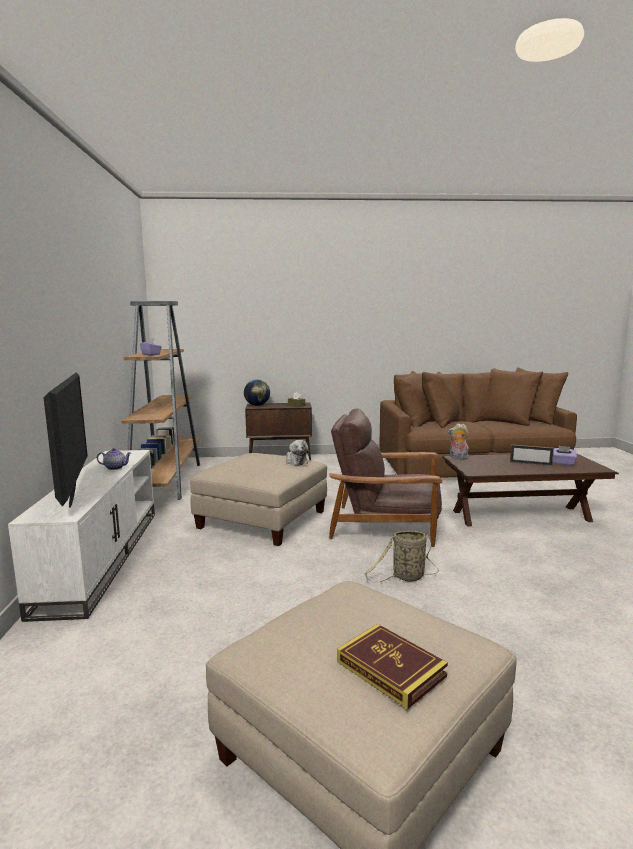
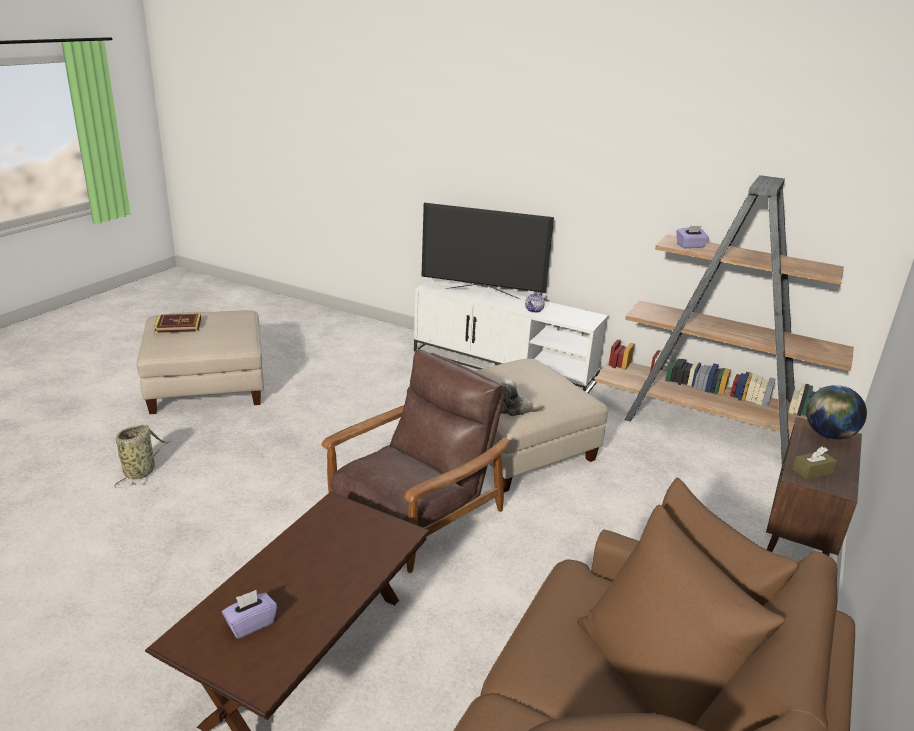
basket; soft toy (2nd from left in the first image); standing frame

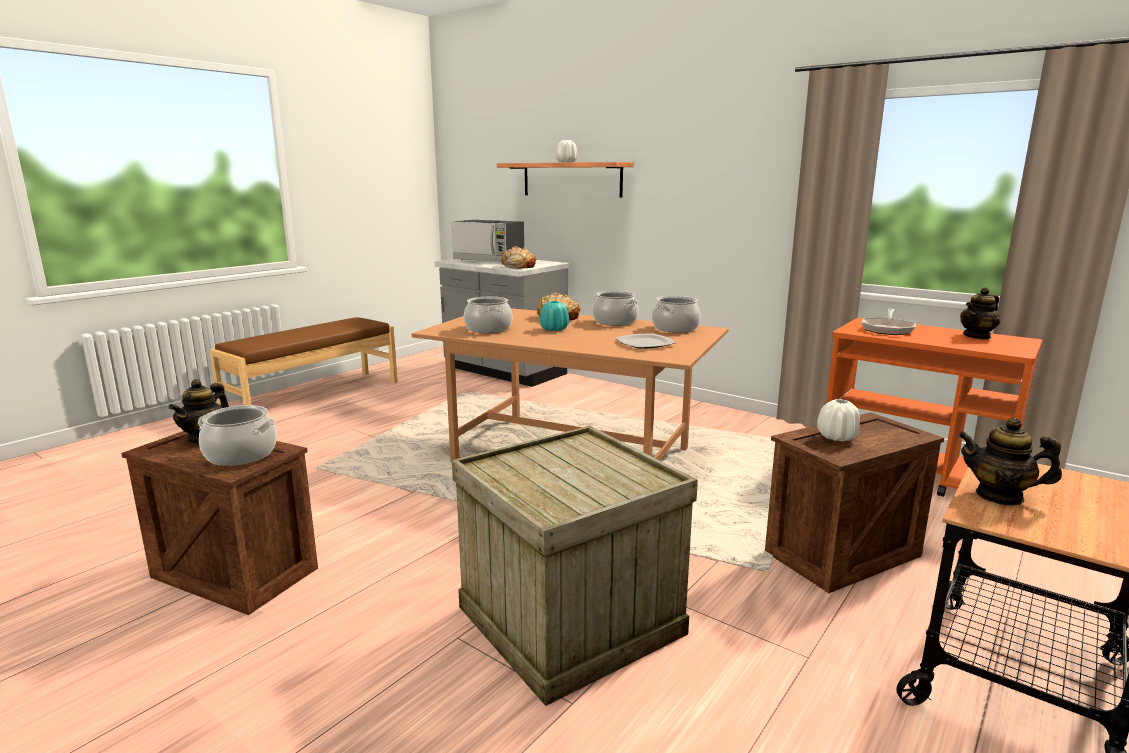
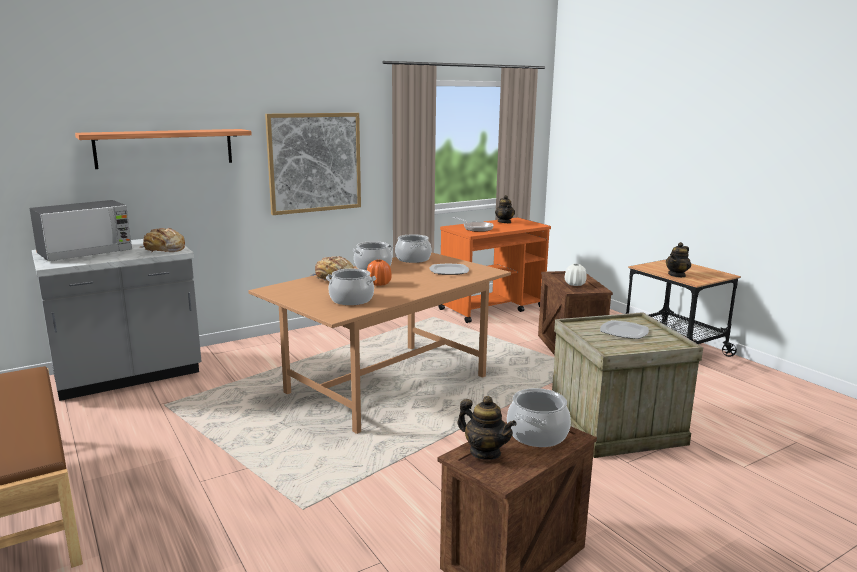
orange-coloured decorative vase; white-coloured decorative vase (1st from left in the first image); picture; plate (2nd from left)

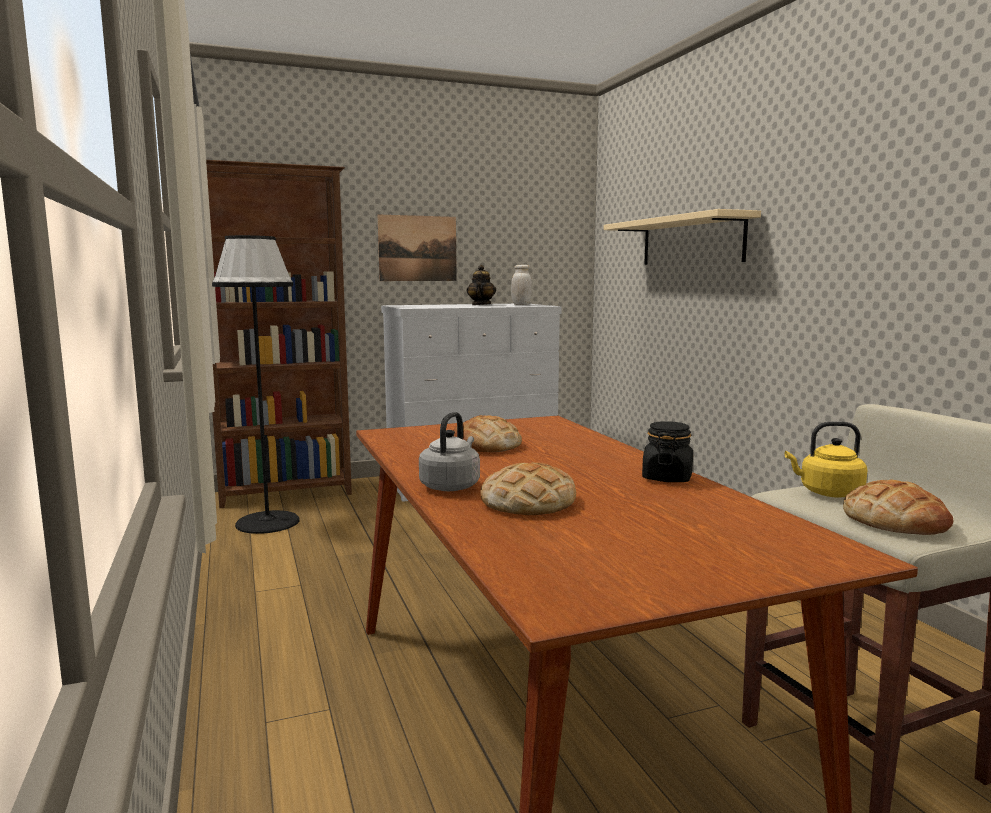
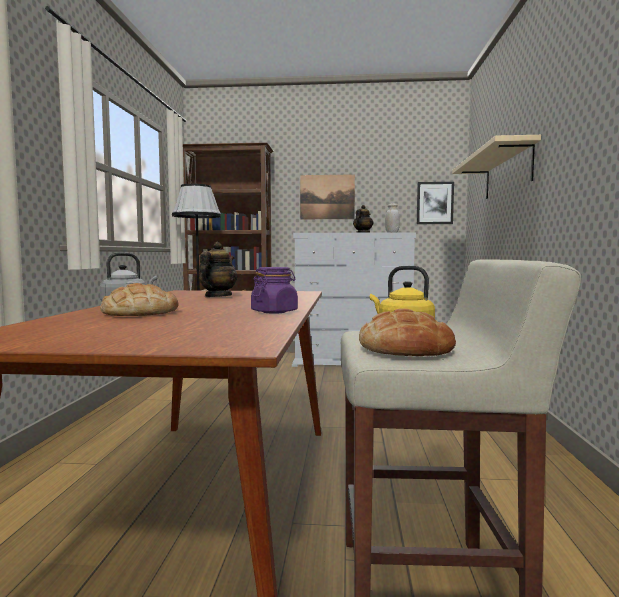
teapot (1st from left); purple-coloured storage jar; picture (2nd from left)

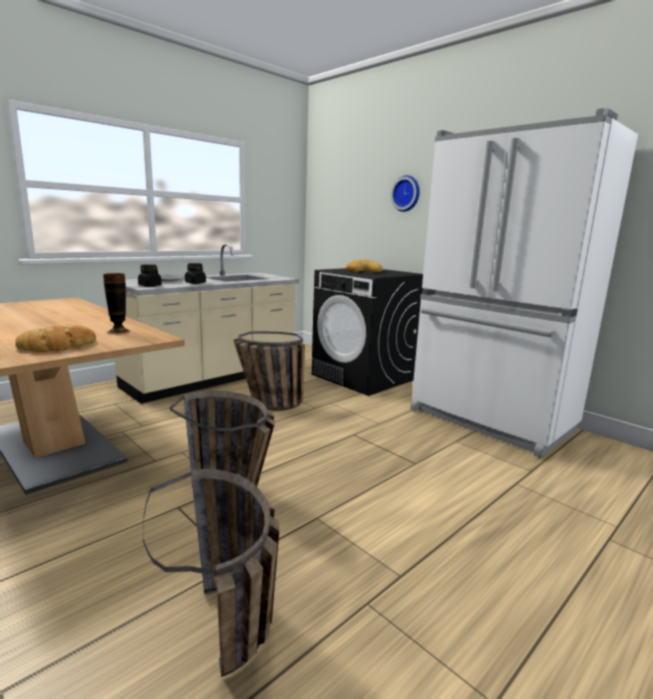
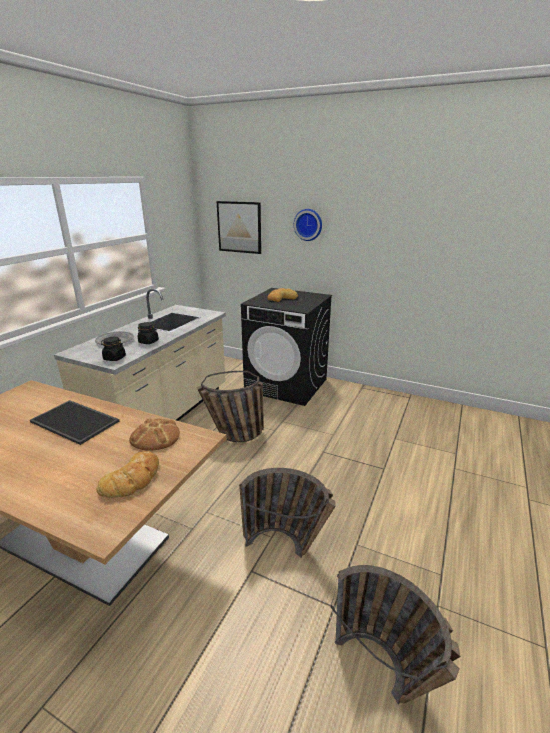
baked bread (2nd from left); white-coloured refrigerator; tray; picture

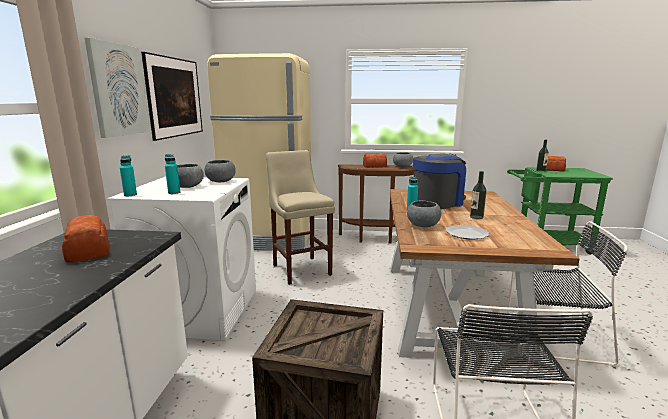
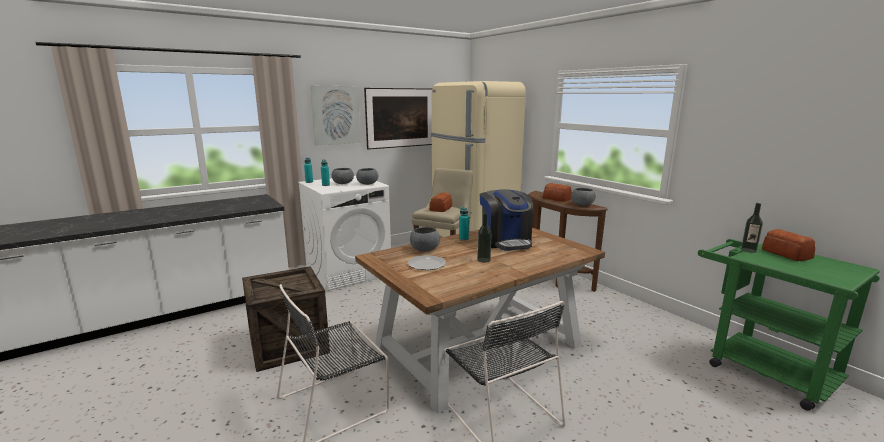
baked bread (1st from left); coffee machine

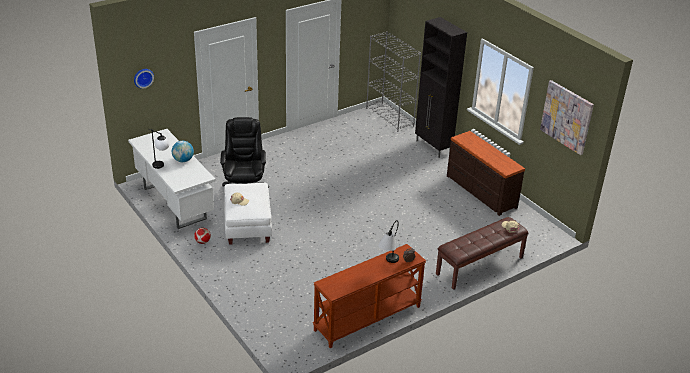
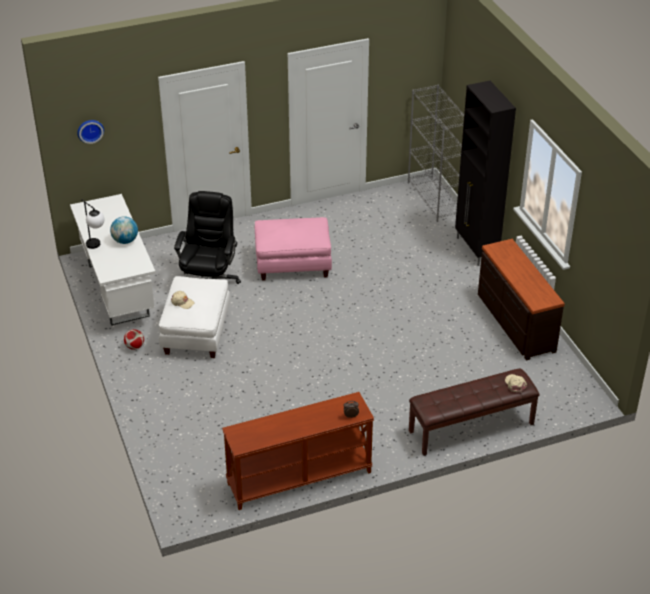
lamp for a table (2nd from left in the first image); picture; pink-coloured pouffe

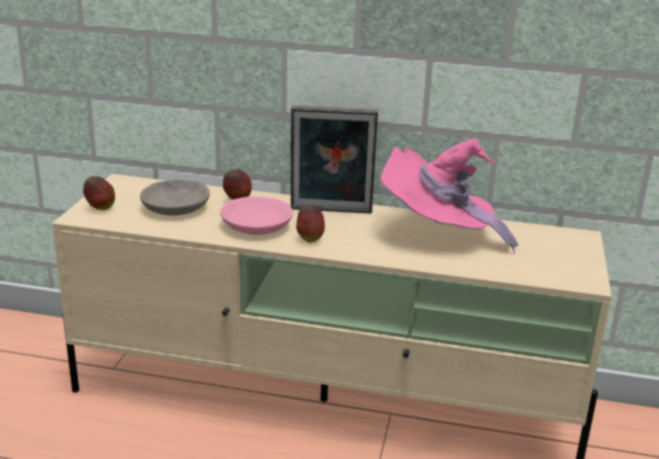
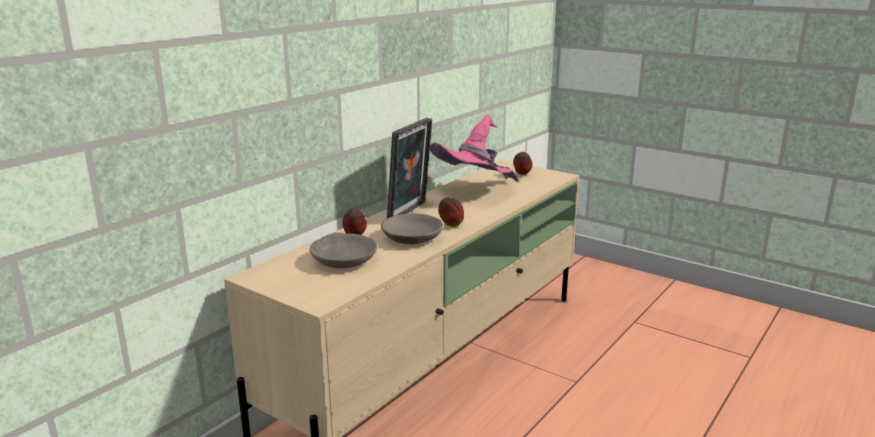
apple (3rd from left); gray deep dish (2nd from left)

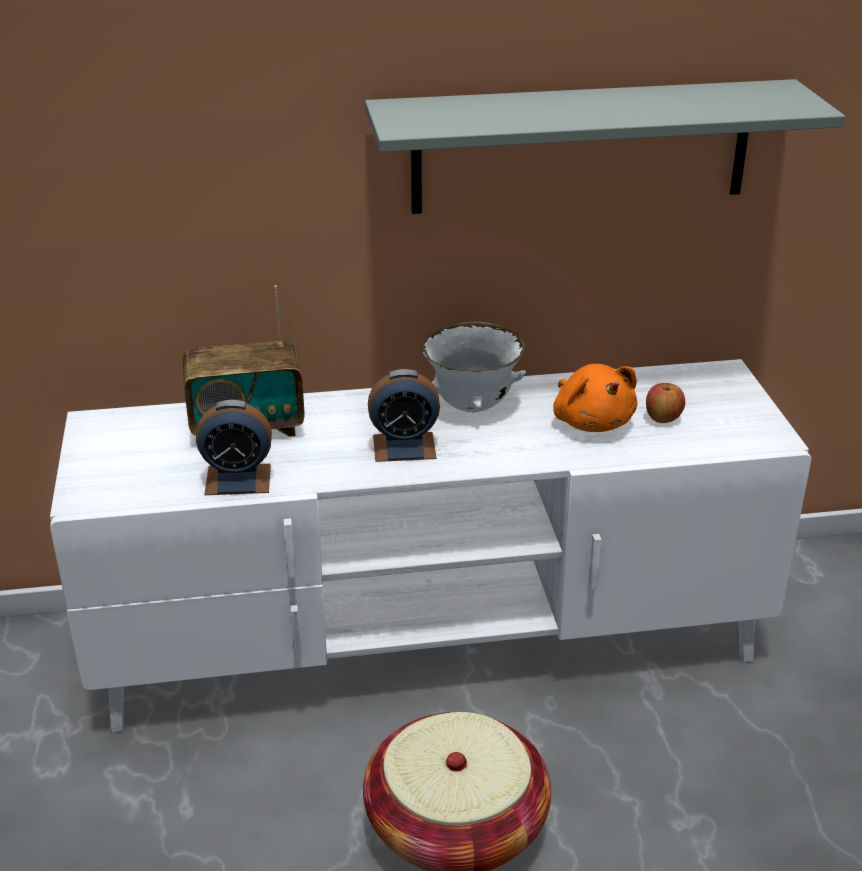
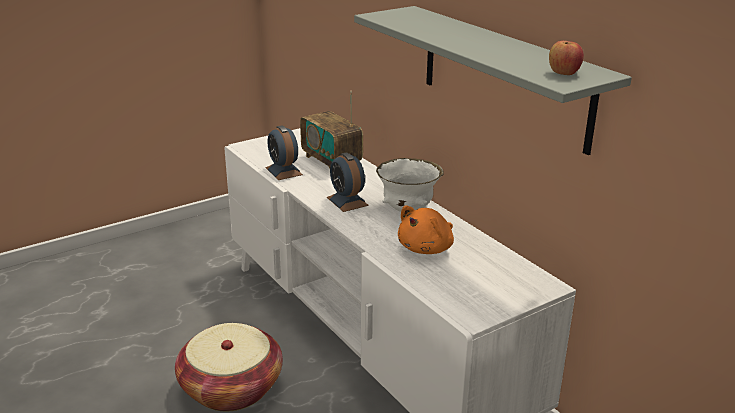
apple

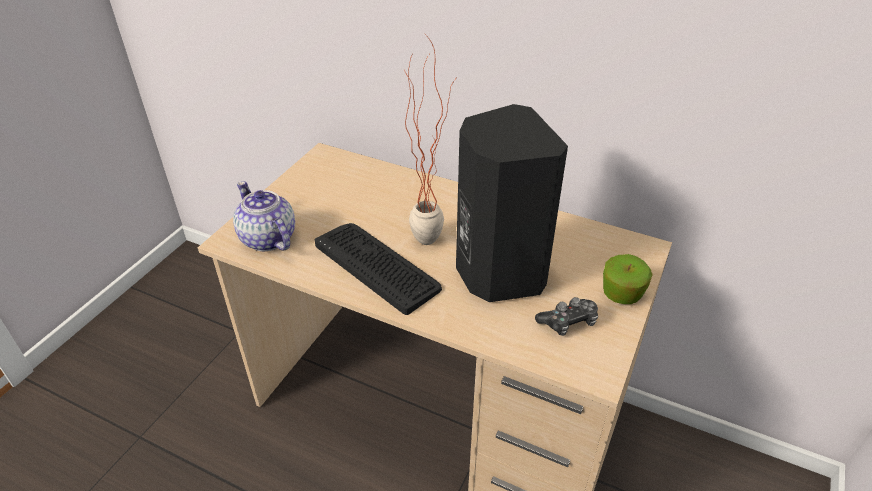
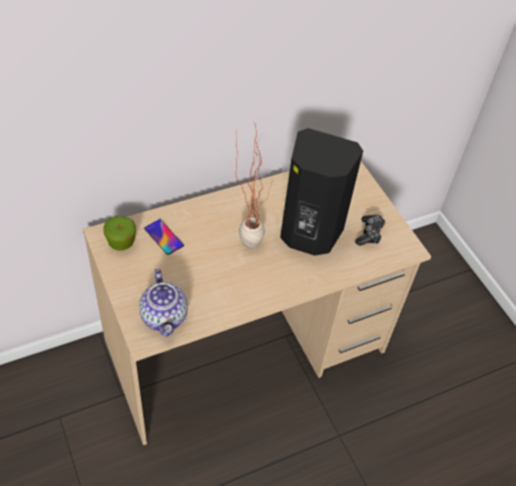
teapot; keyboard; apple; handset

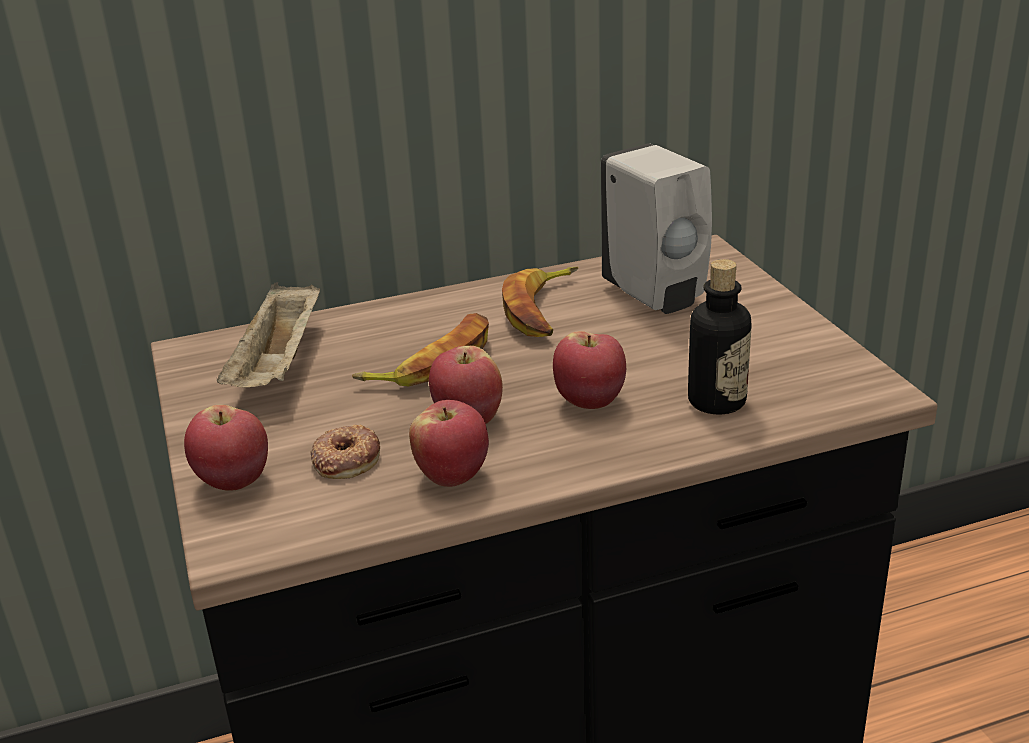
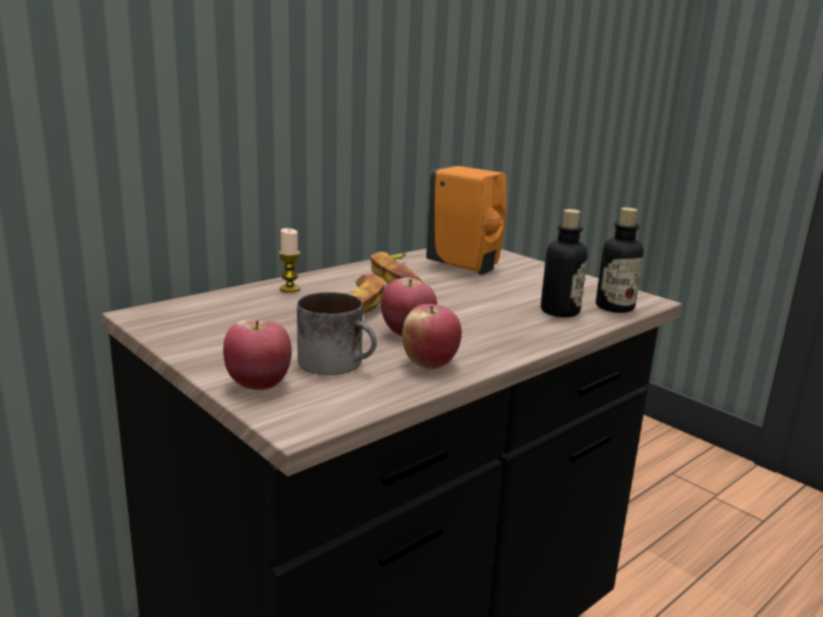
sand-coloured tray; tea mug; apple (4th from left in the first image); orange-coloured liquid soap bottle; wax candle; drink bottle (2nd from left)

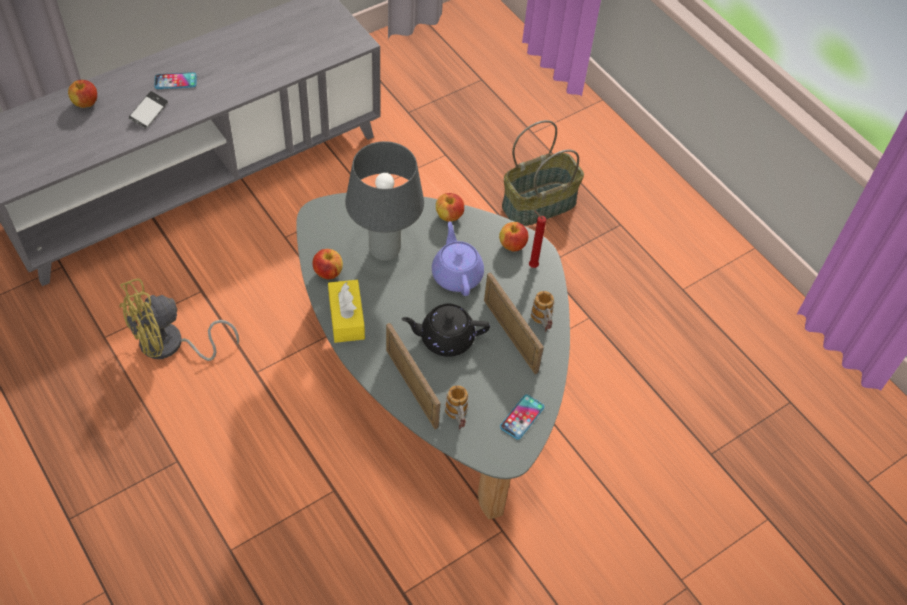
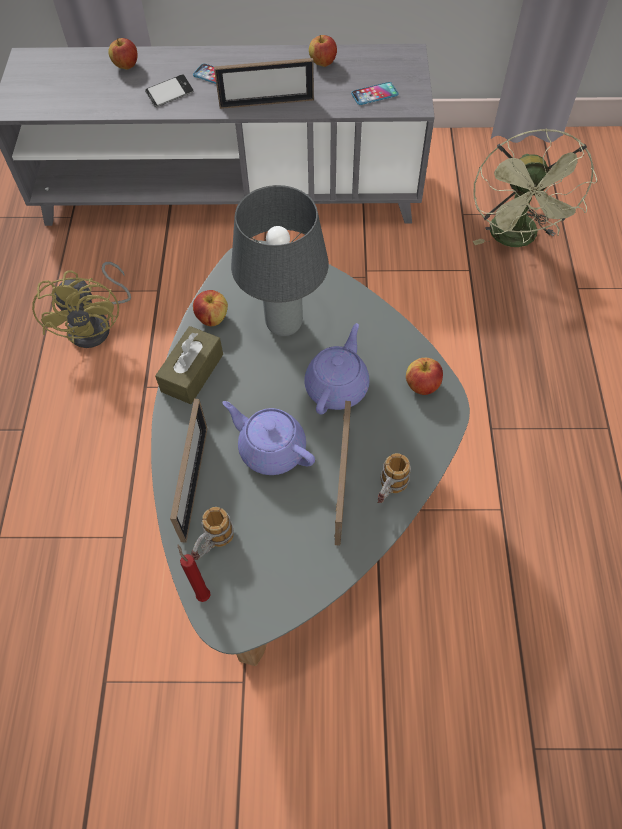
yellow cooling fan; brown tissue holder; purple-coloured teapot (1st from left); apple (3rd from left); handset (3rd from left); basket; reddish wax candle; standing frame (2nd from left); green cooling fan

